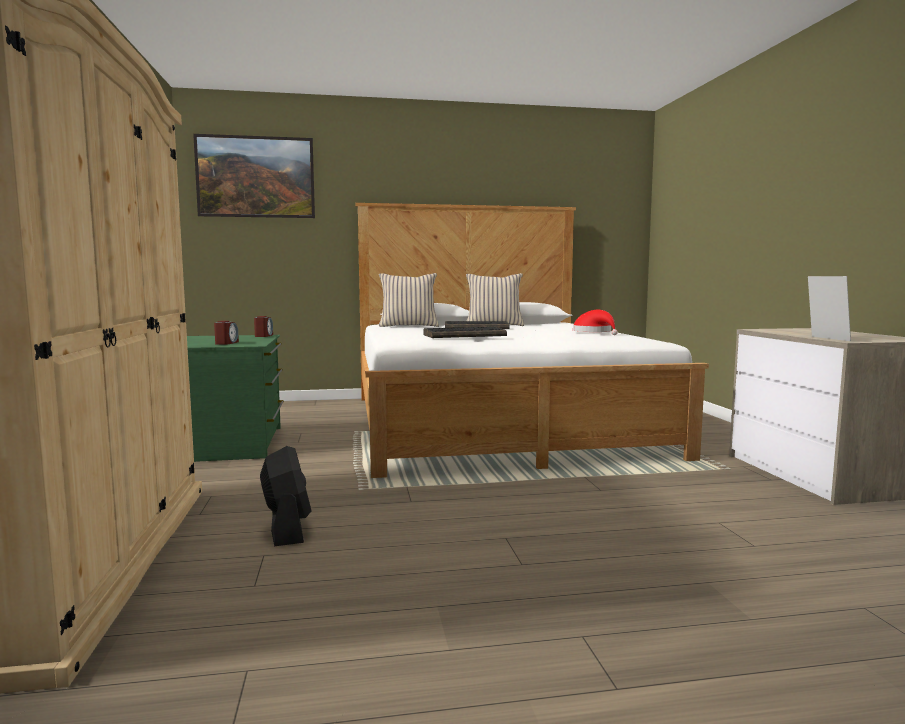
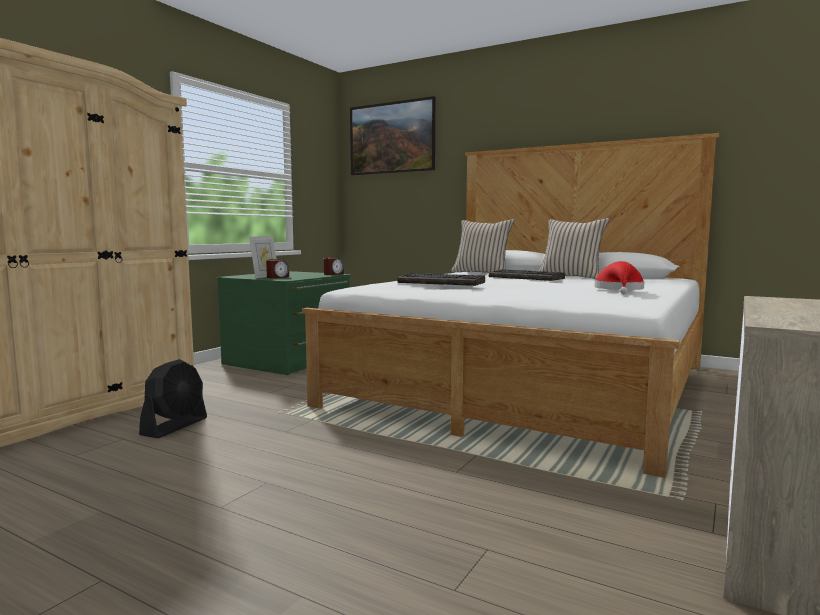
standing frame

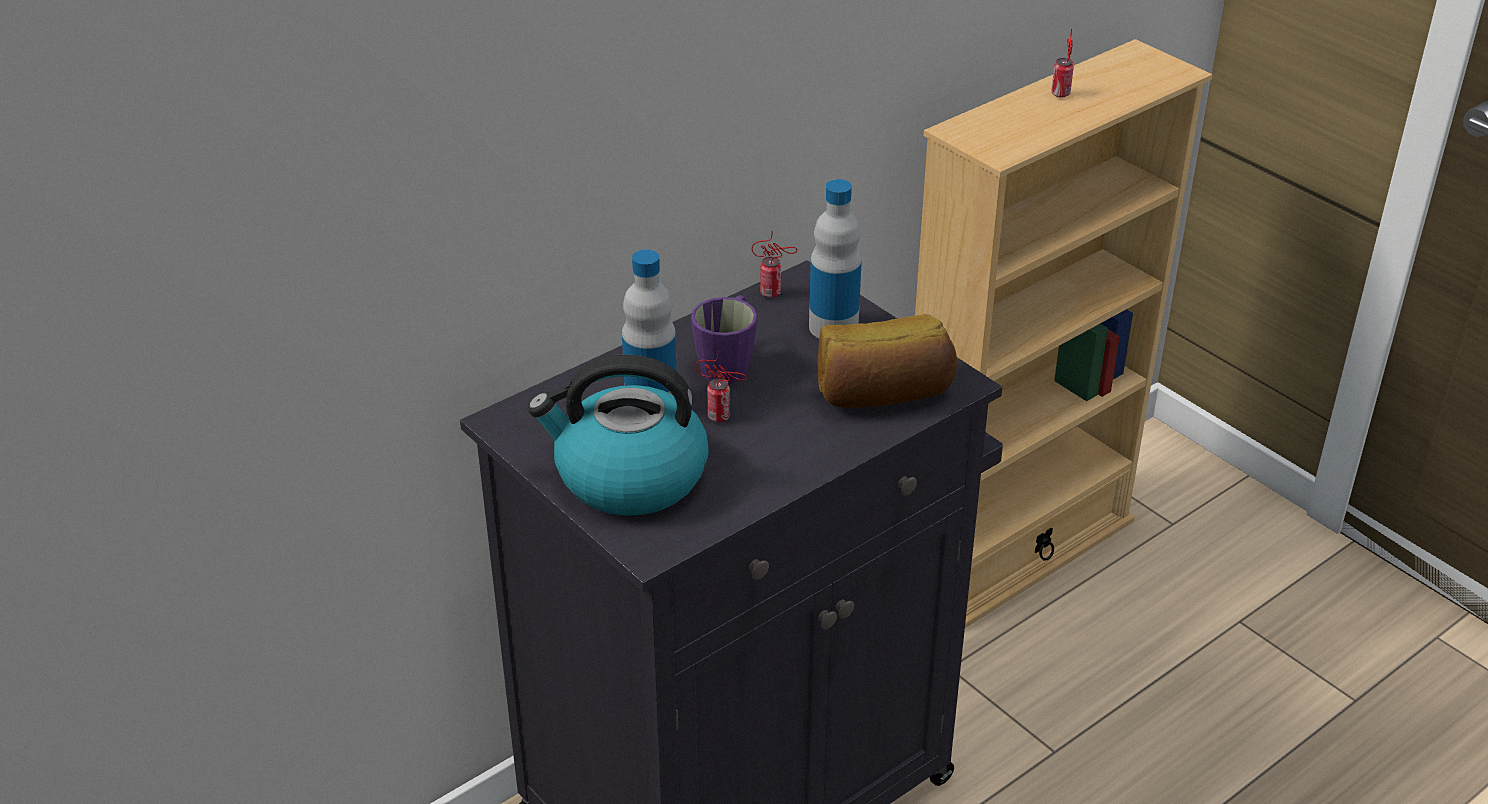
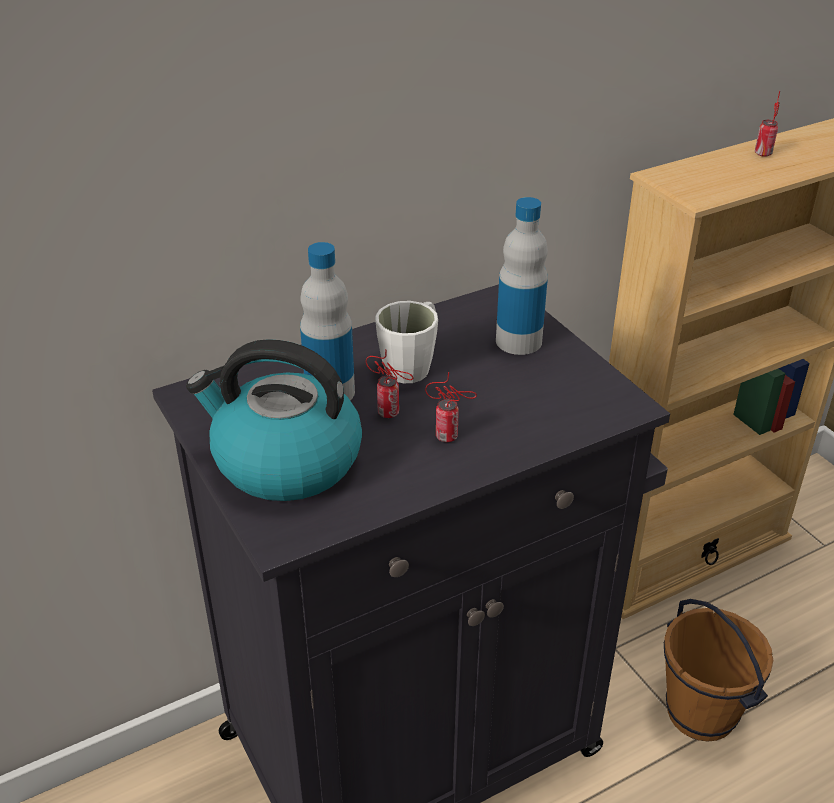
white-coloured tea mug; sealed can (2nd from left); baked bread; brown pail

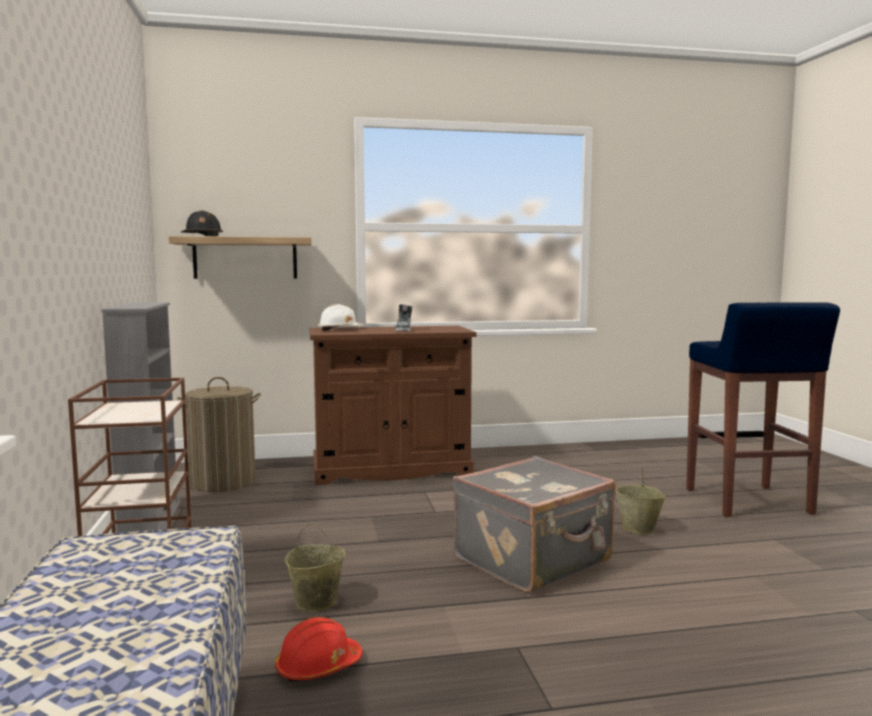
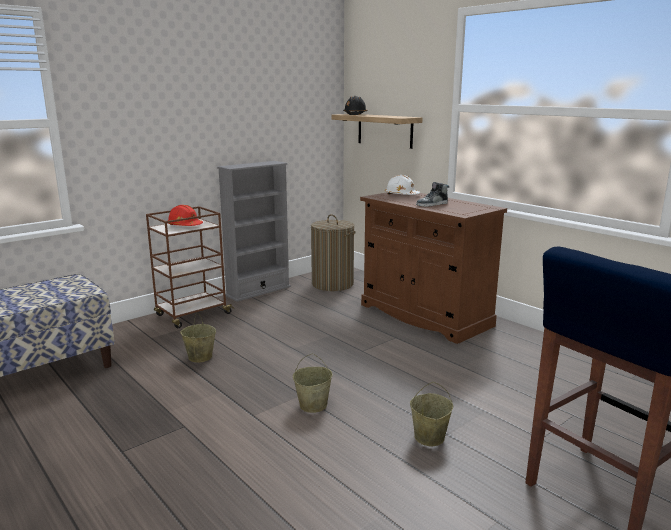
reddish work helmet; sand-coloured pail (2nd from left)

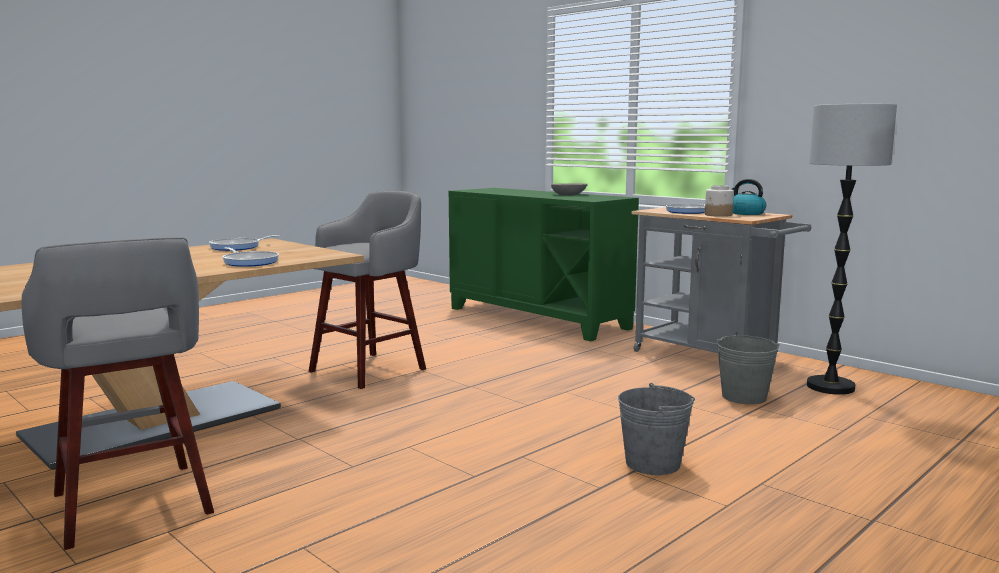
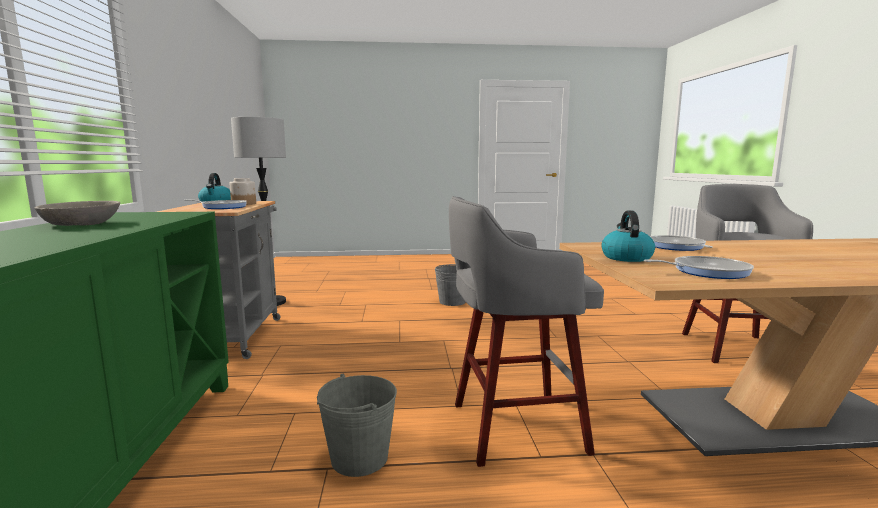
gray pail (1st from left); kettle (2nd from left)

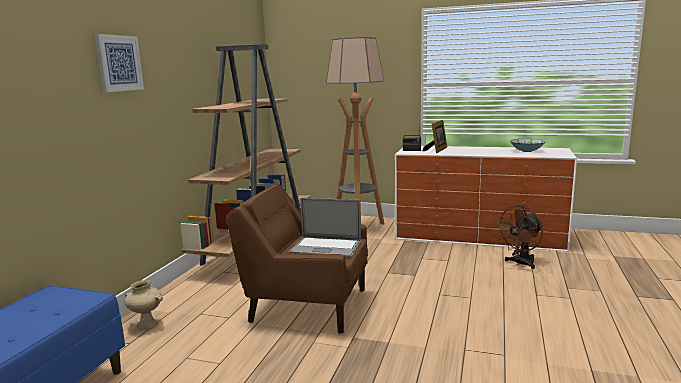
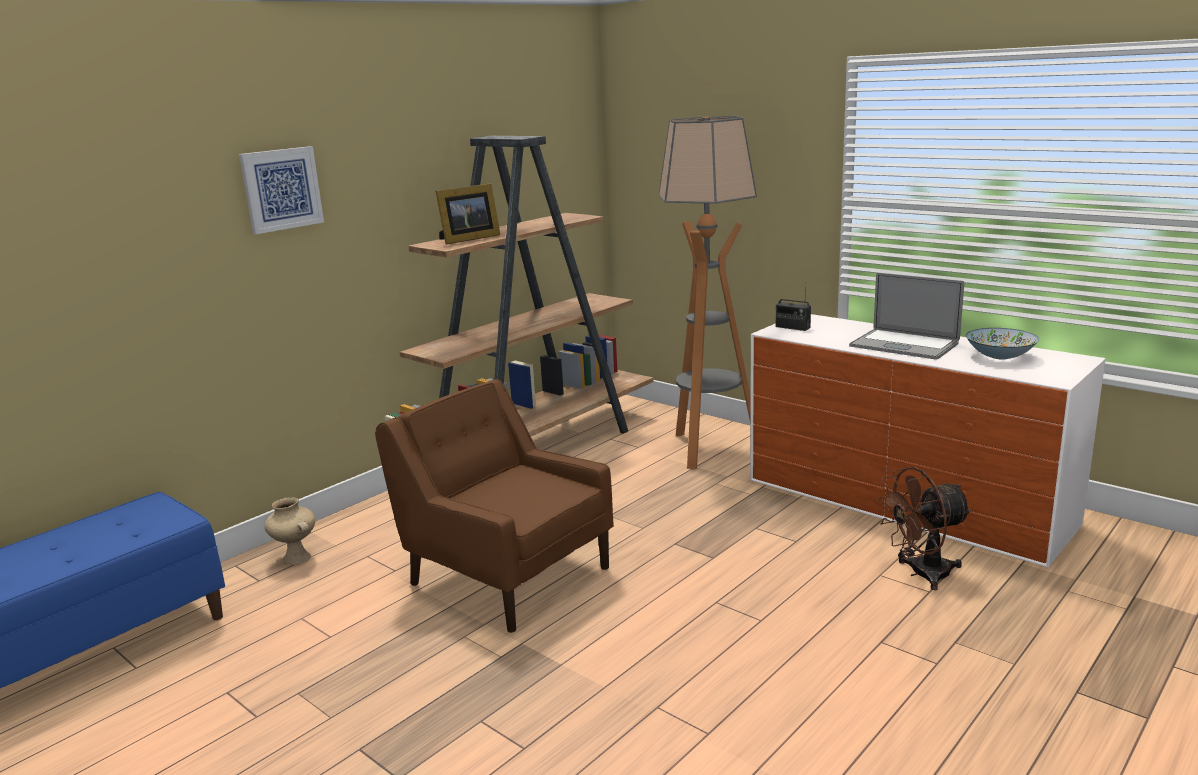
portable computer; standing frame

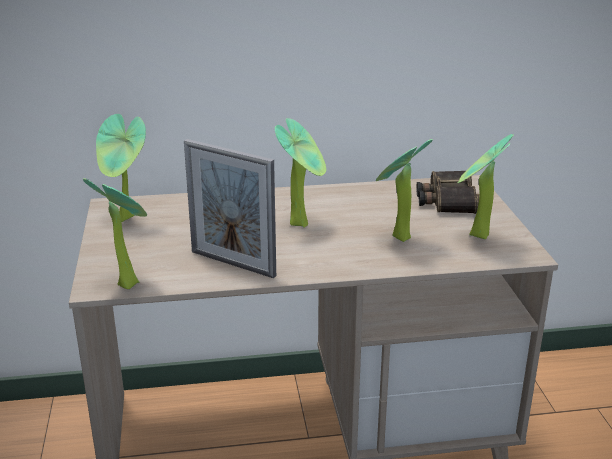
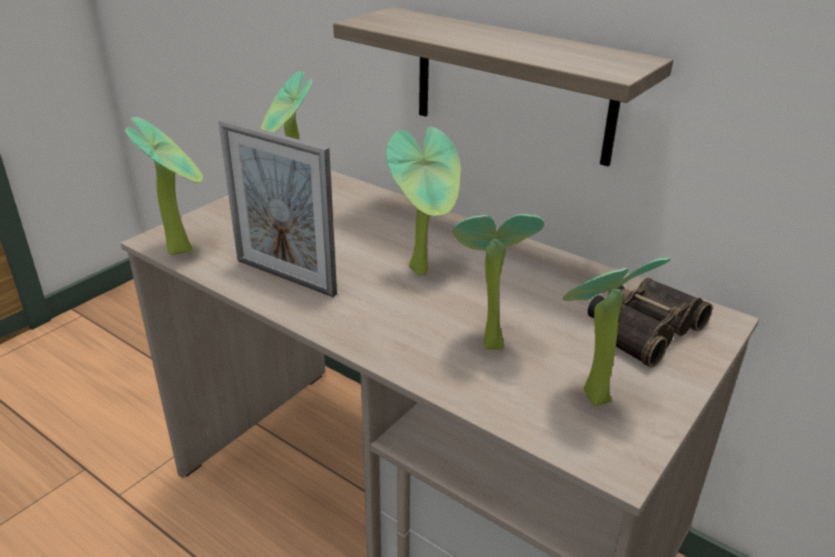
standing frame; wall shelf

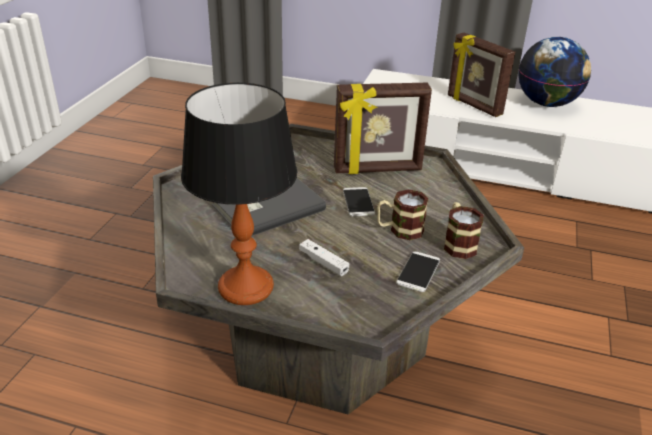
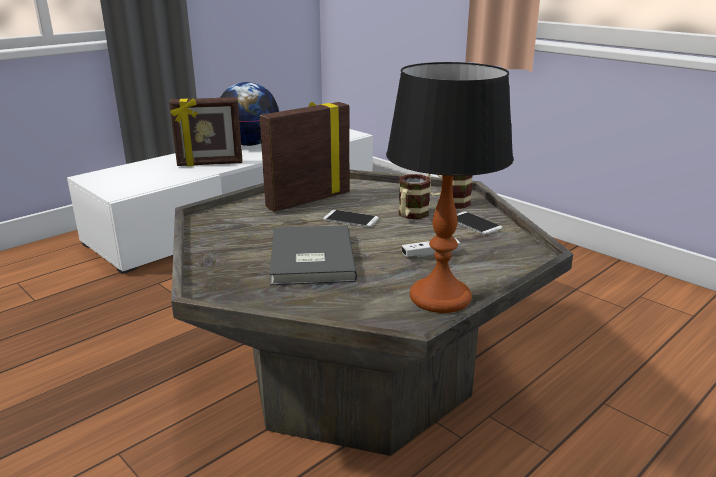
standing frame (2nd from left)

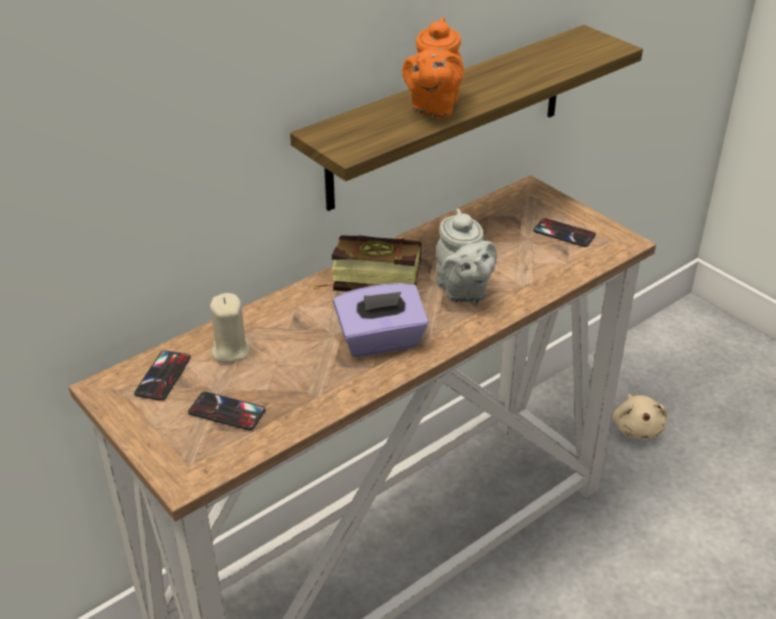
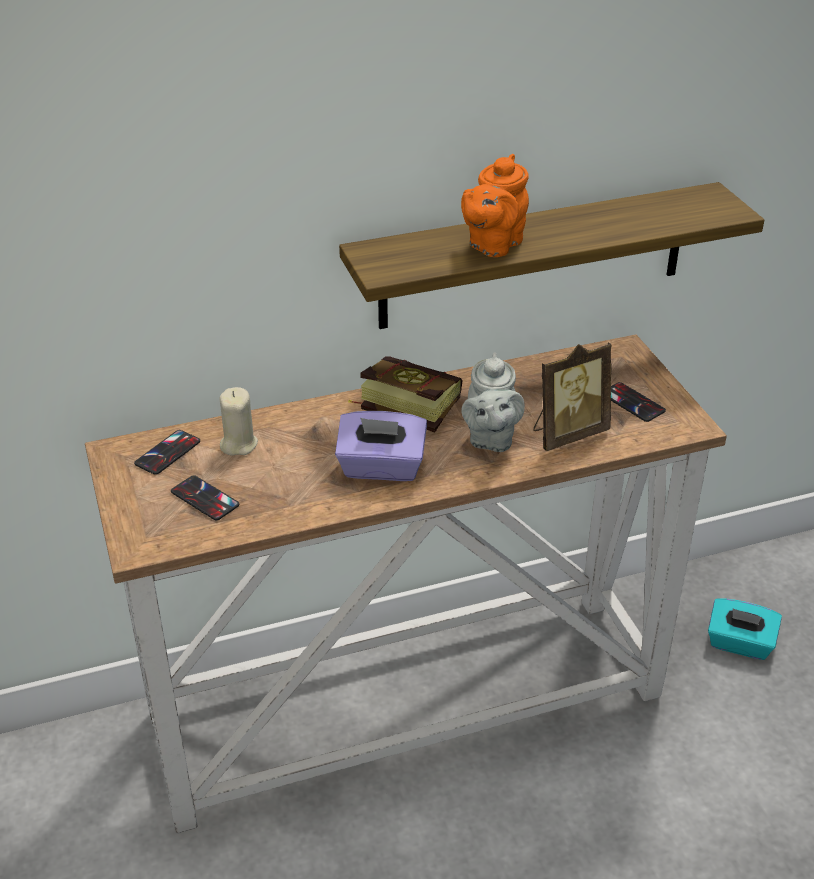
turquoise-coloured tissue holder; standing frame

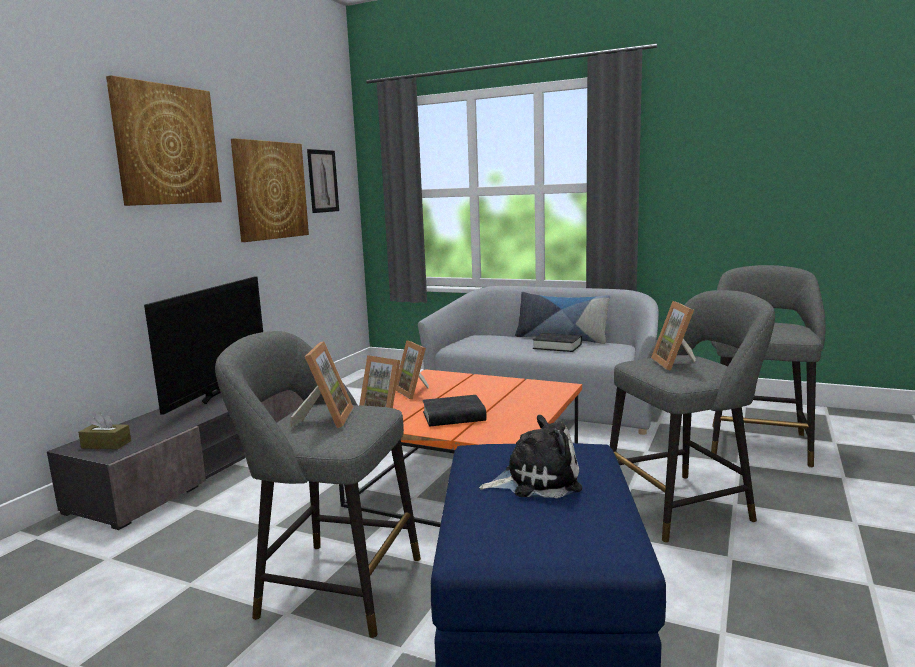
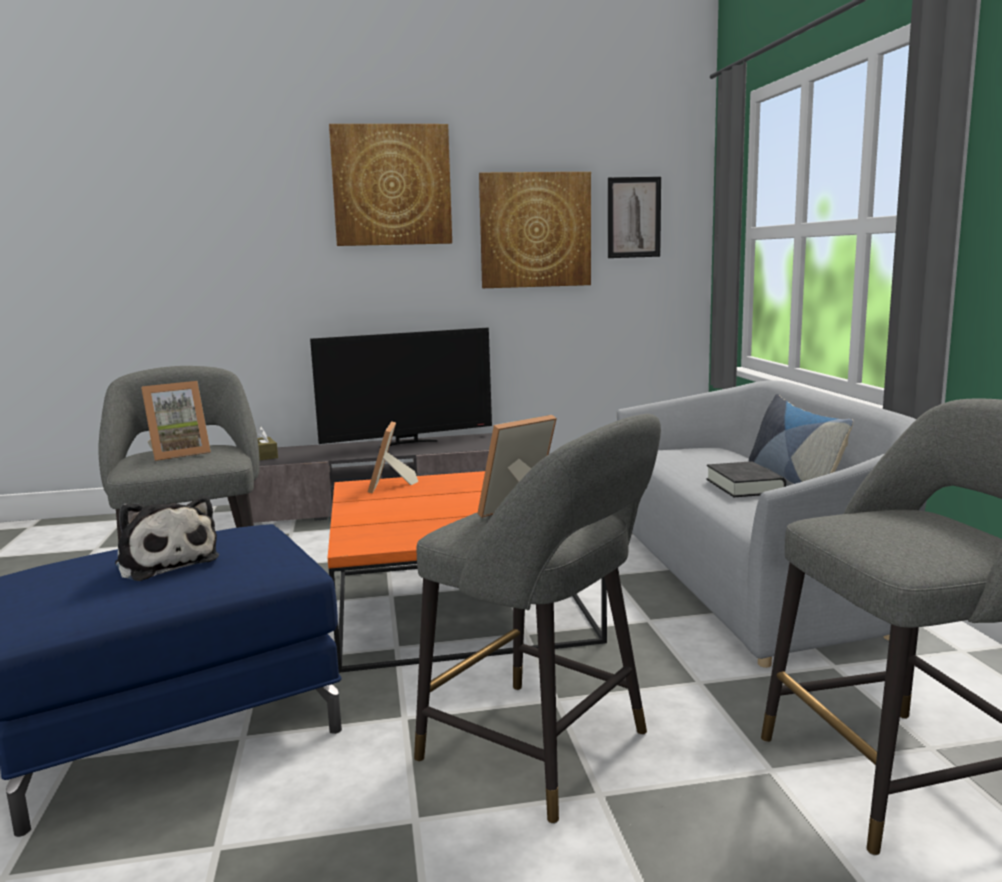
standing frame (3rd from left in the first image); black volume (1st from left in the first image)

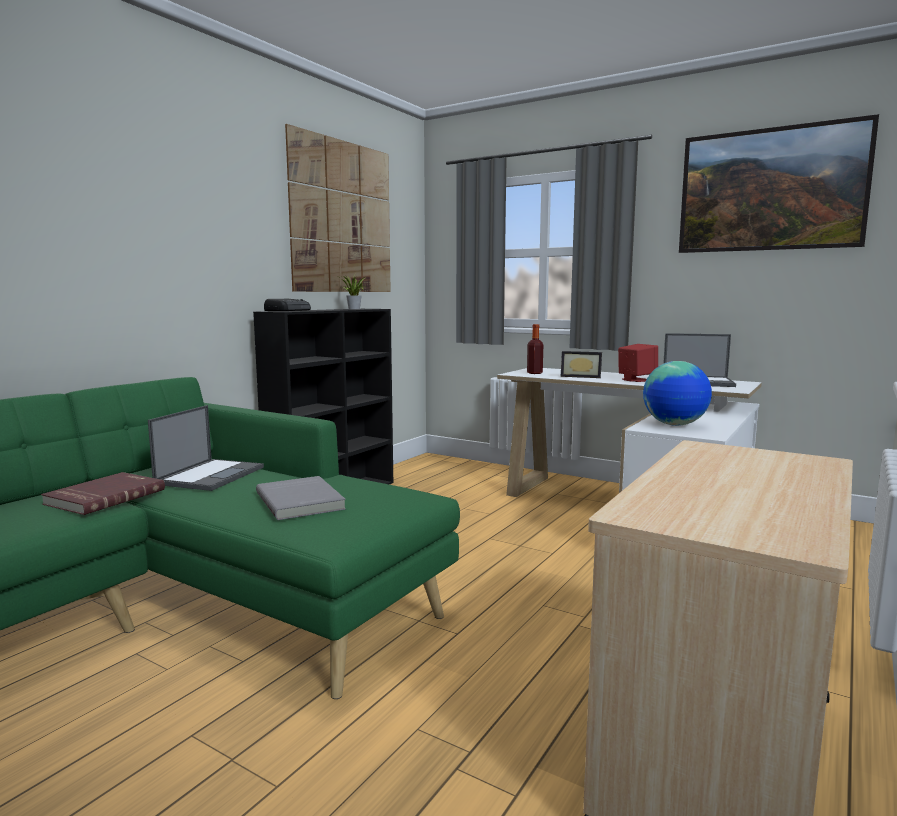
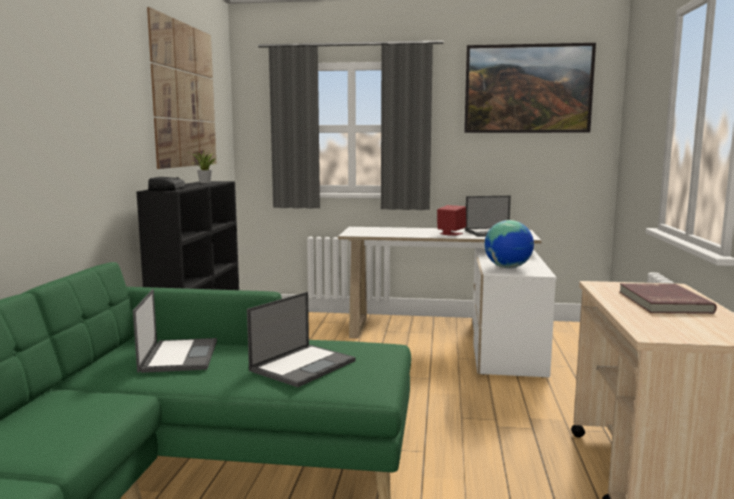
reddish volume; portable computer (2nd from left); drink bottle; standing frame

